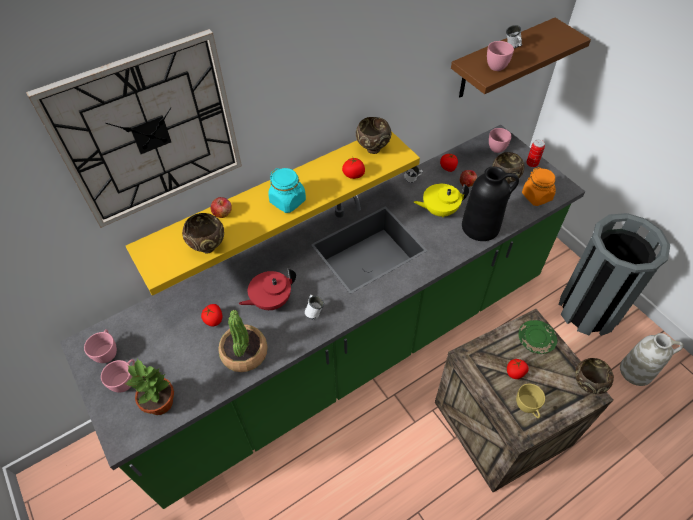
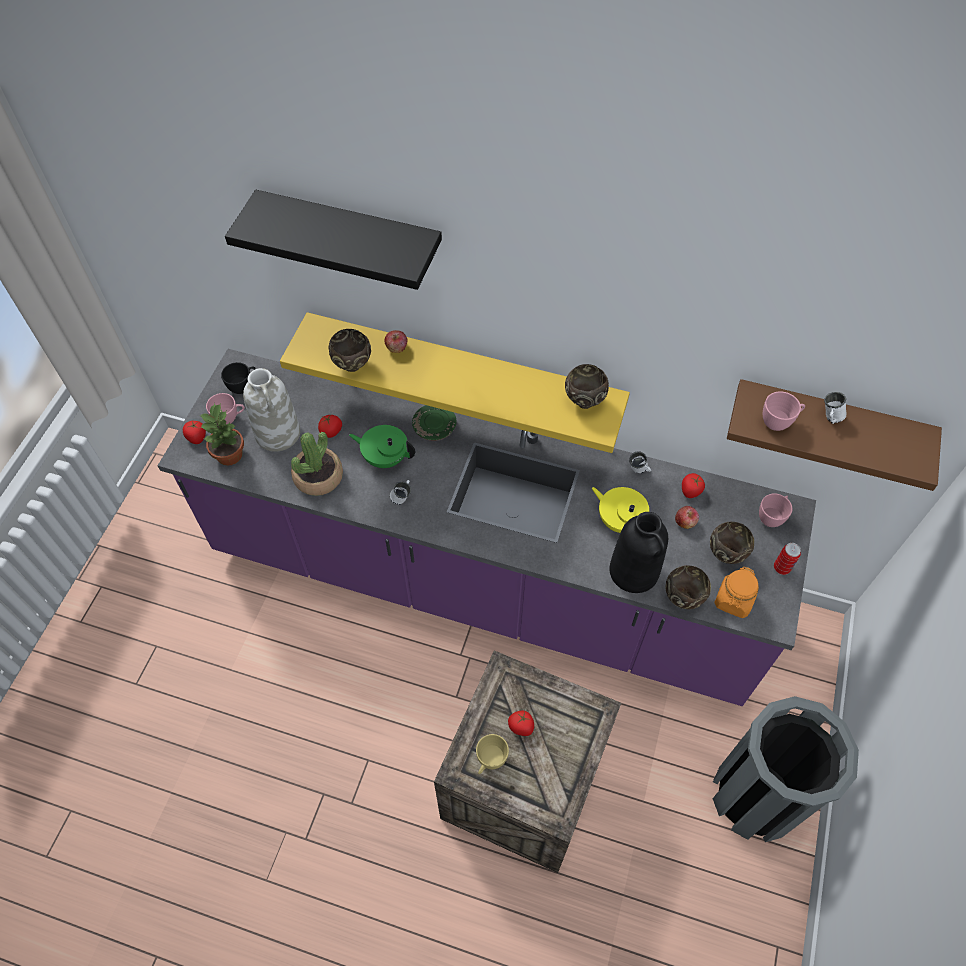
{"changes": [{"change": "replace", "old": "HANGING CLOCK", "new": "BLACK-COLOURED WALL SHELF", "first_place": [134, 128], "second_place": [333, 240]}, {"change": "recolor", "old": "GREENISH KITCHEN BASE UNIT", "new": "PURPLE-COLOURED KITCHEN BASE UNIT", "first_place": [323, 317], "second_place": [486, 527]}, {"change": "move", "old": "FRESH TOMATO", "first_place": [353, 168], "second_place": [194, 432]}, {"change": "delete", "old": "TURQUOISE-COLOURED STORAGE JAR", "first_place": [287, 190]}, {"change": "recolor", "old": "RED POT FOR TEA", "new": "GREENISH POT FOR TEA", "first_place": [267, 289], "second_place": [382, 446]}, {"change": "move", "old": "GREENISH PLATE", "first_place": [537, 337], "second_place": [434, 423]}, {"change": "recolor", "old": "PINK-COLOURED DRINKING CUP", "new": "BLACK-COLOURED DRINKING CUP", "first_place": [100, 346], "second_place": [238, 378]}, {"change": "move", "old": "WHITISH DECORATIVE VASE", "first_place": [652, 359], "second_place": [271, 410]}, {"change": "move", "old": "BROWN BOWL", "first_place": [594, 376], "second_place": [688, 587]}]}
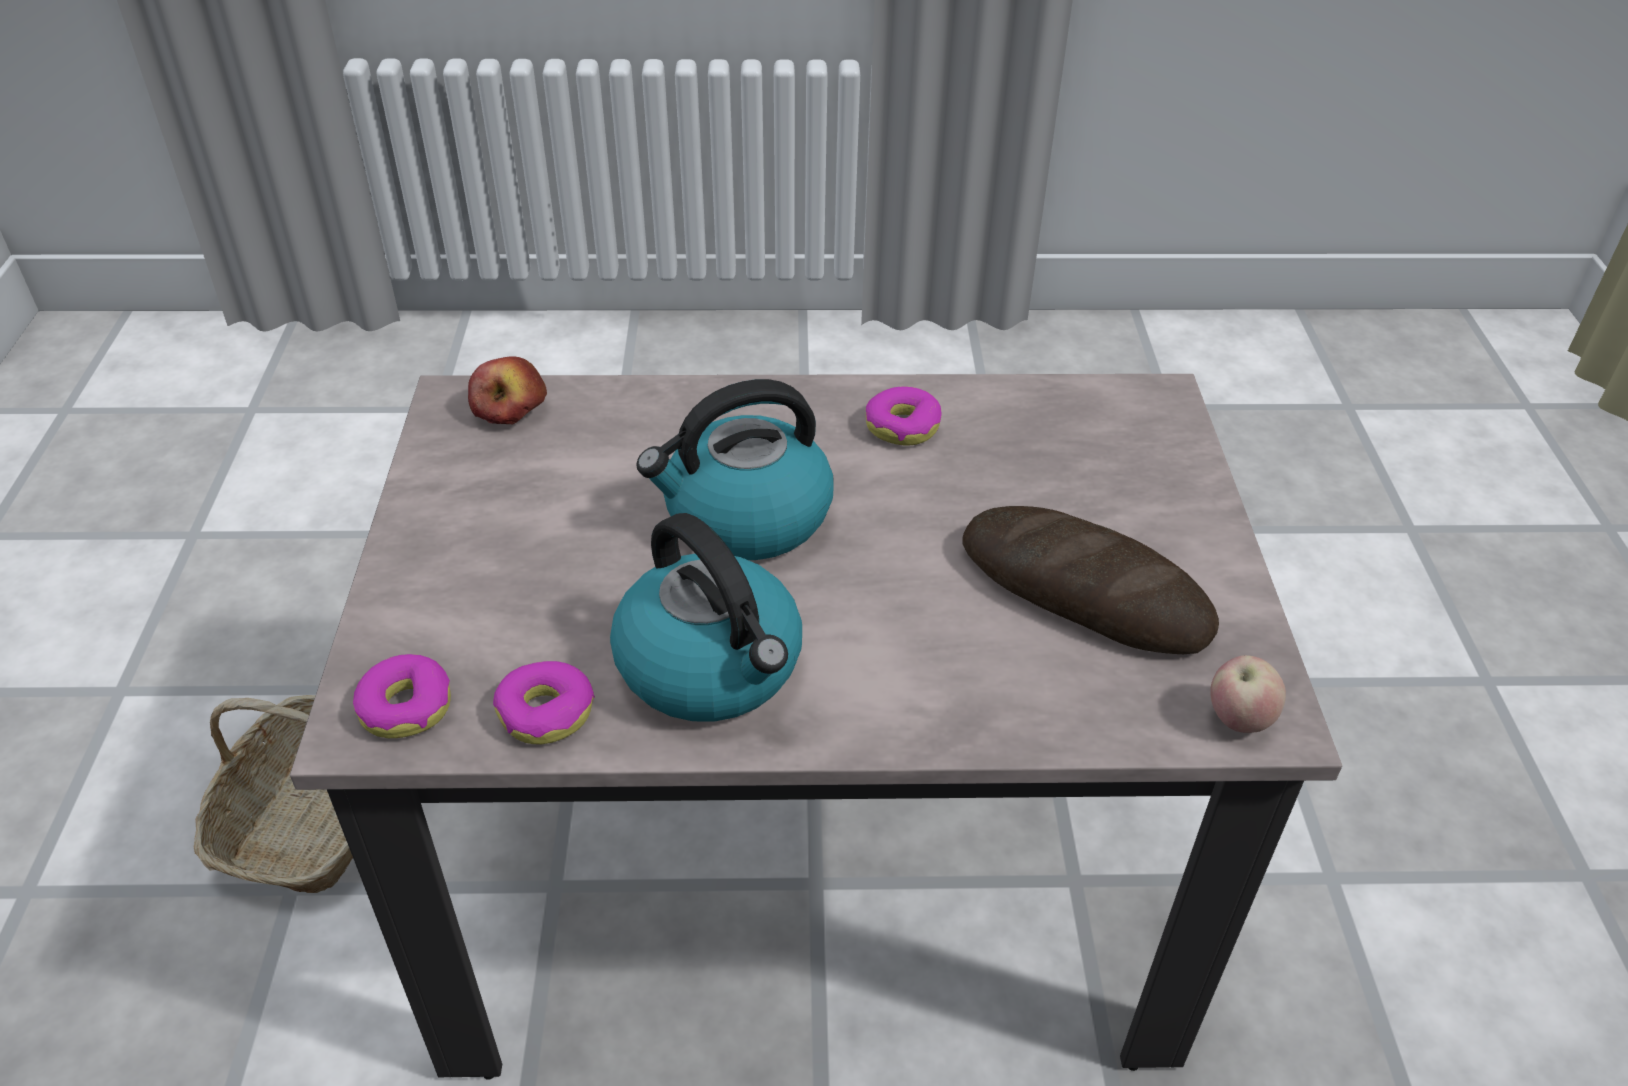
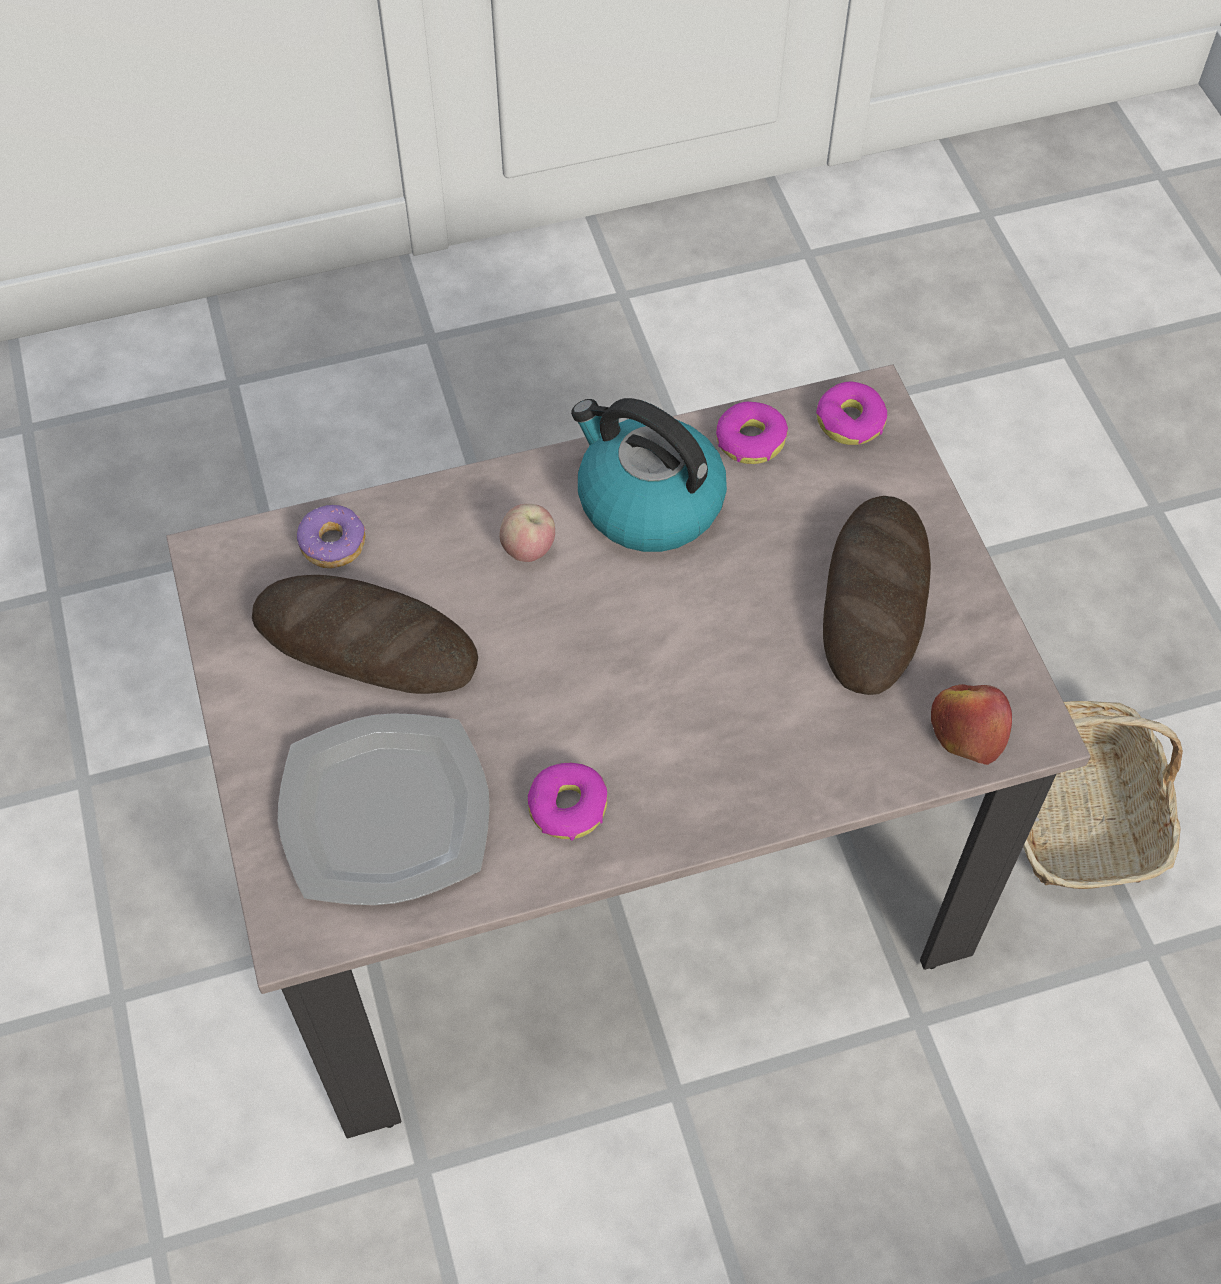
{"changes": [{"change": "delete", "old": "KETTLE", "first_place": [735, 469]}, {"change": "move", "old": "WHOLE APPLE", "first_place": [1248, 694], "second_place": [527, 533]}, {"change": "insert", "new": "BAKERY BREAD", "second_place": [877, 595]}, {"change": "insert", "new": "DONUT", "second_place": [331, 536]}, {"change": "insert", "new": "PLATE", "second_place": [384, 809]}]}
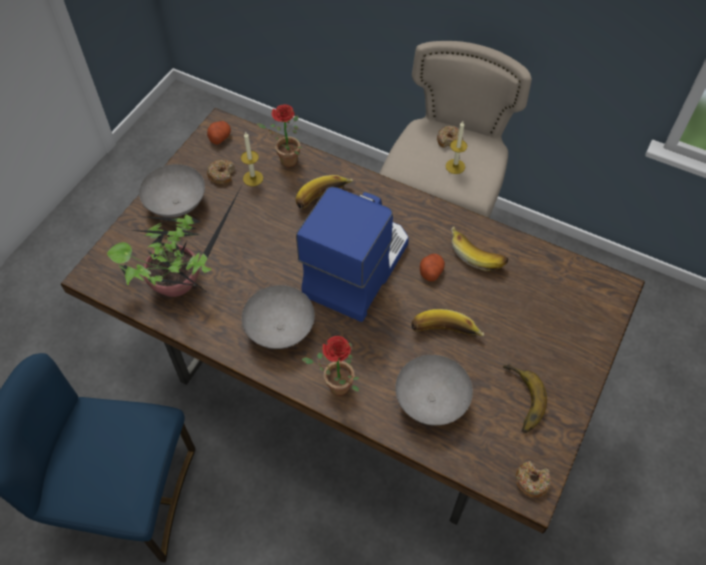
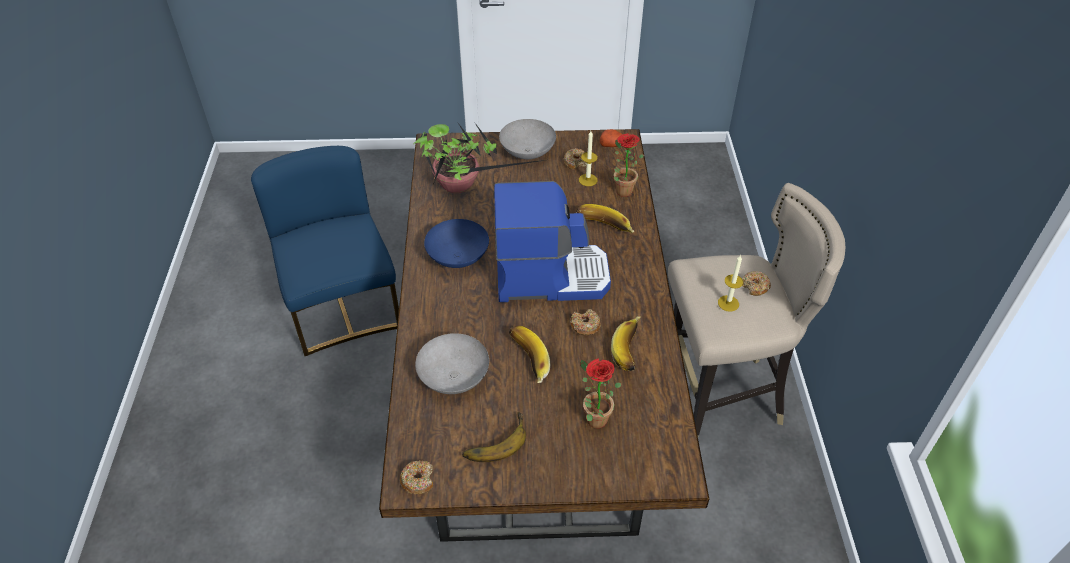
{"changes": [{"change": "replace", "old": "POTATO", "new": "DONUT", "first_place": [432, 267], "second_place": [585, 322]}, {"change": "recolor", "old": "GRAY BOWL", "new": "BLUISH BOWL", "first_place": [278, 317], "second_place": [456, 243]}, {"change": "move", "old": "PLANT IN A POT", "first_place": [330, 365], "second_place": [601, 393]}]}
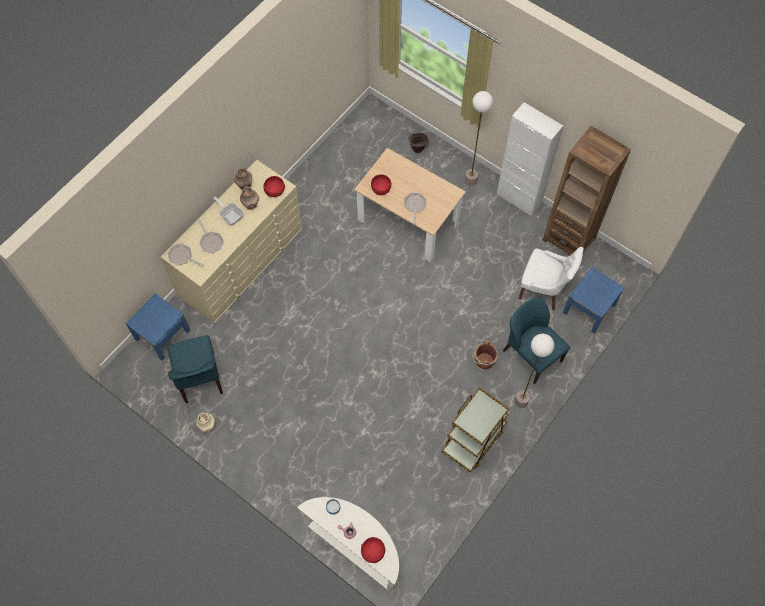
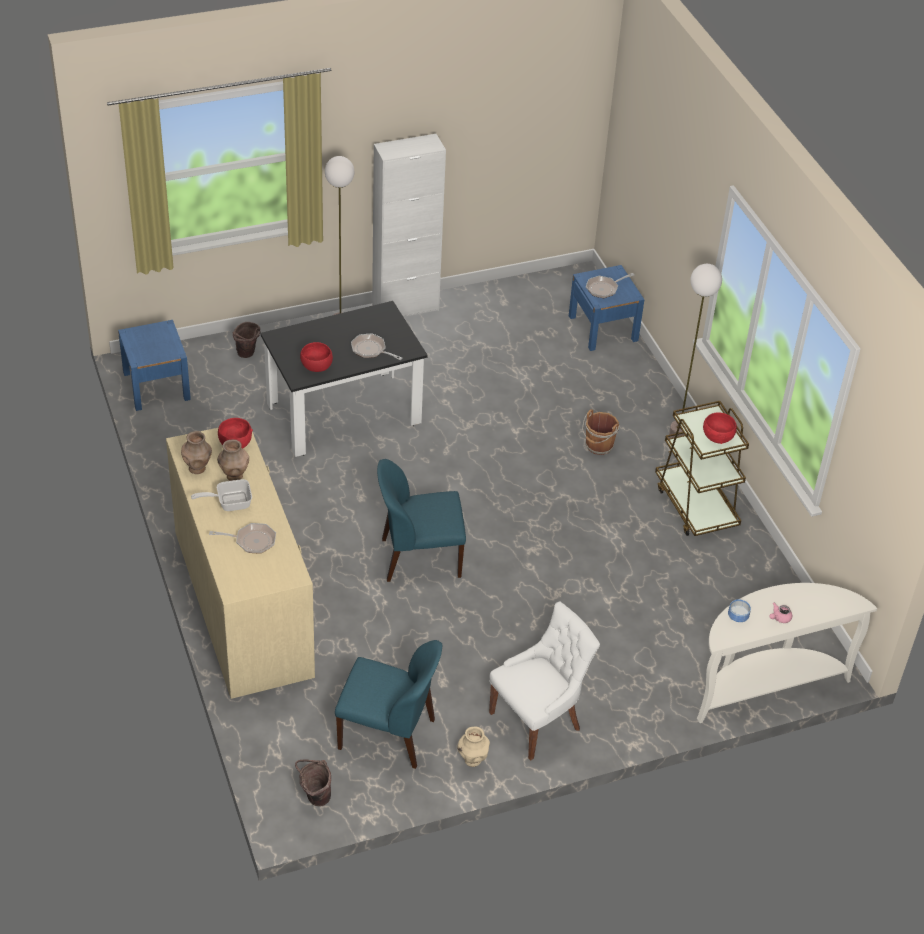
{"changes": [{"change": "delete", "old": "BROWN SHELVING UNIT", "first_place": [587, 190]}, {"change": "recolor", "old": "SAND-COLOURED KITCHEN TABLE", "new": "BLACK-COLOURED KITCHEN TABLE", "first_place": [410, 205], "second_place": [344, 379]}, {"change": "move", "old": "SKILLET", "first_place": [186, 255], "second_place": [610, 285]}, {"change": "move", "old": "WHITISH CHAIR", "first_place": [551, 278], "second_place": [544, 680]}, {"change": "move", "old": "BLUISH NIGHTSTAND", "first_place": [158, 327], "second_place": [154, 365]}, {"change": "move", "old": "BLUISH CHAIR", "first_place": [536, 341], "second_place": [421, 520]}, {"change": "move", "old": "RED BOWL", "first_place": [373, 550], "second_place": [720, 428]}, {"change": "insert", "new": "BROWN BUCKET", "second_place": [313, 782]}]}
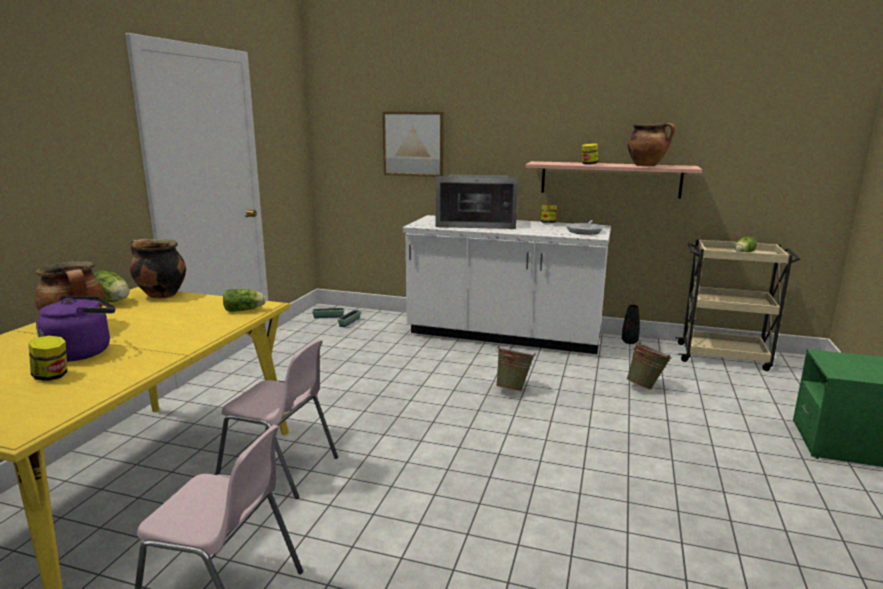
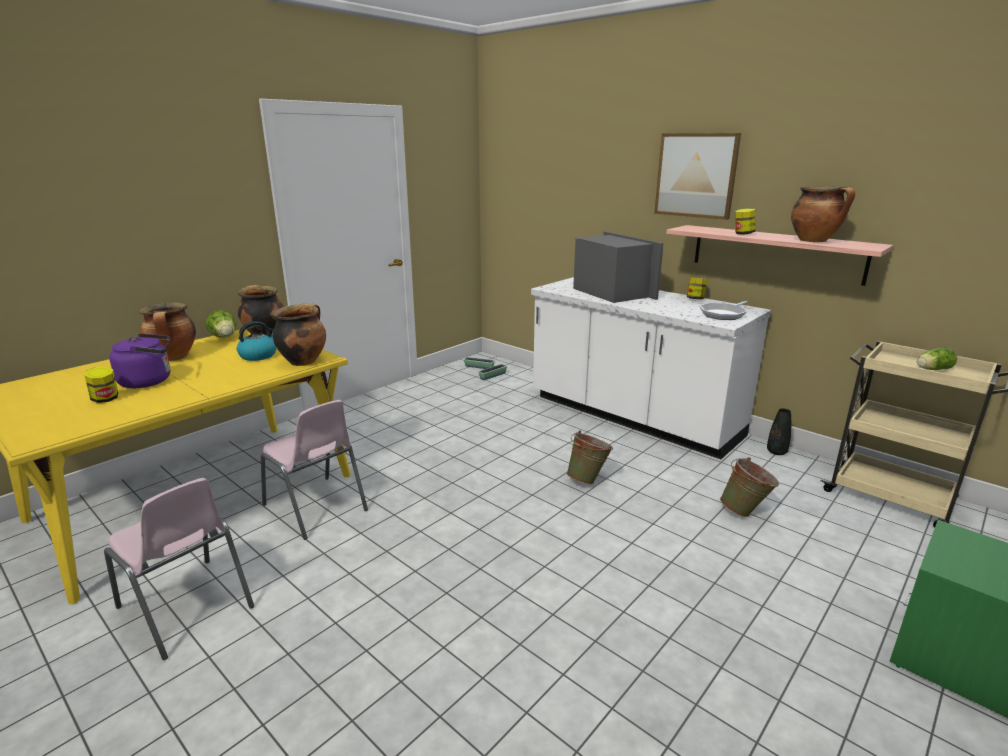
{"changes": [{"change": "move", "old": "WALL ART", "first_place": [413, 144], "second_place": [697, 176]}, {"change": "rotate", "old": "KITCHEN MICROWAVE", "first_place": [477, 201], "second_place": [618, 267], "degrees": -150}, {"change": "replace", "old": "HEAD OF LETTUCE", "new": "SAUCEPOT", "first_place": [244, 300], "second_place": [299, 334]}, {"change": "insert", "new": "KETTLE", "second_place": [256, 341]}]}
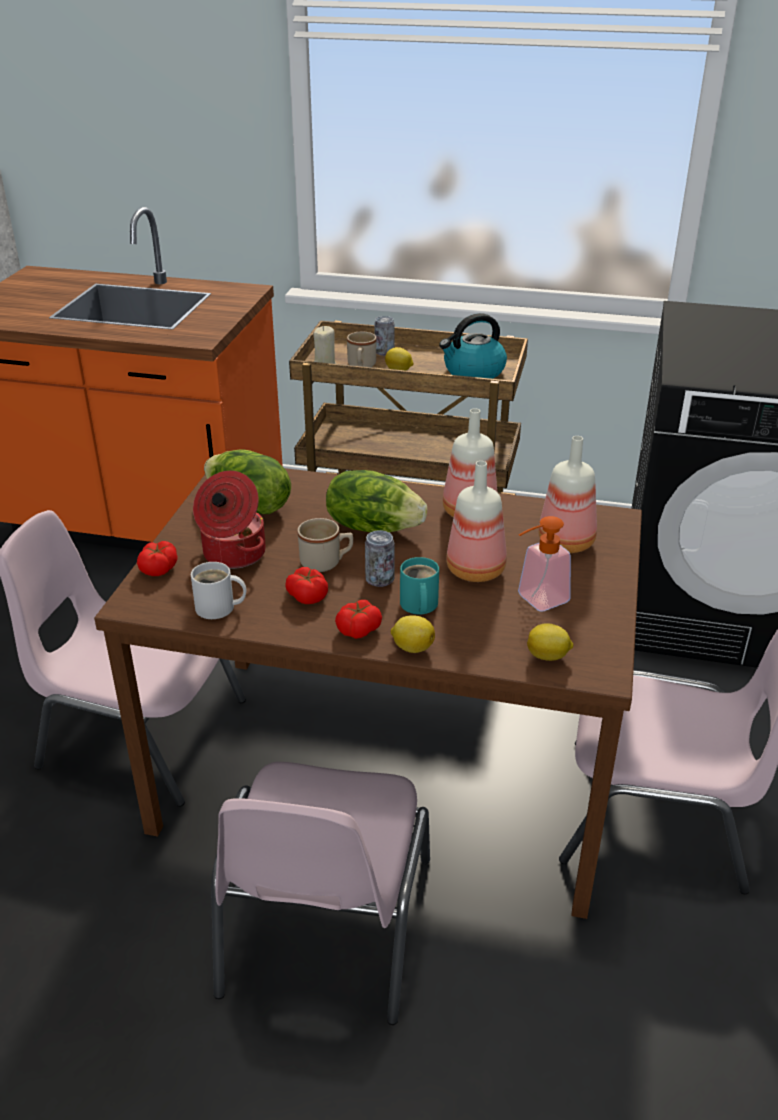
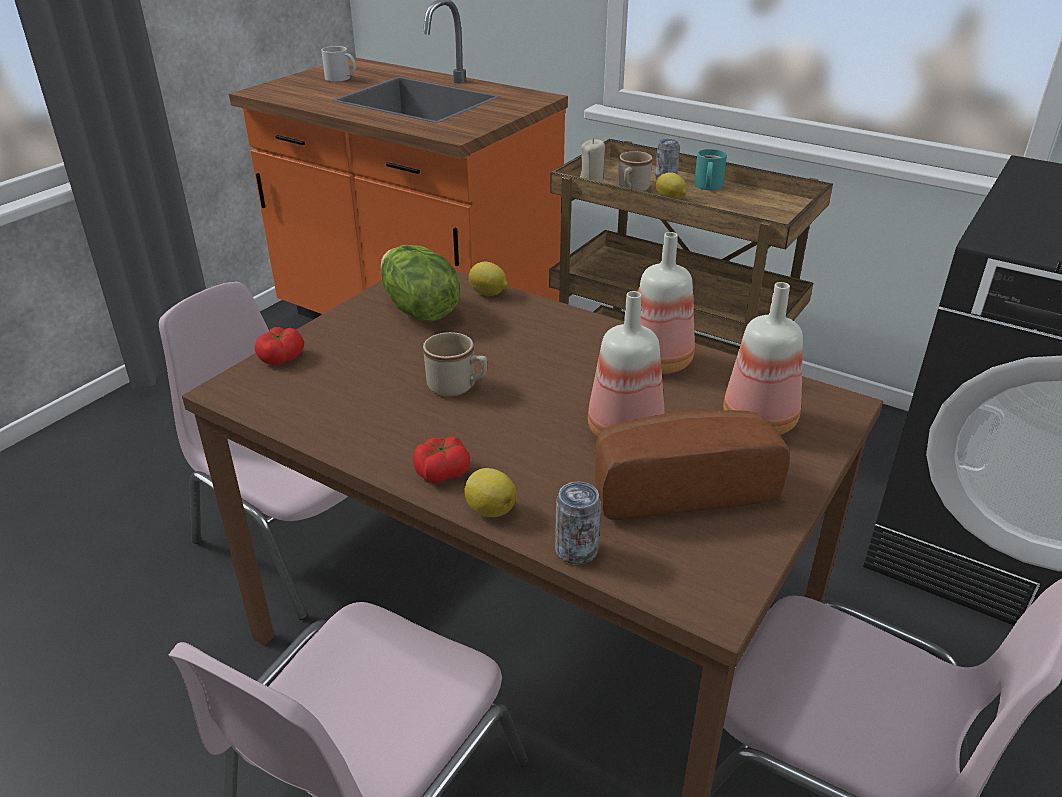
{"changes": [{"change": "delete", "old": "KETTLE", "first_place": [473, 346]}, {"change": "delete", "old": "HEAD OF LETTUCE", "first_place": [376, 501]}, {"change": "delete", "old": "SAUCEPOT", "first_place": [229, 520]}, {"change": "replace", "old": "SOAP DISPENSER", "new": "BAKERY BREAD", "first_place": [544, 564], "second_place": [692, 465]}, {"change": "move", "old": "CAN", "first_place": [380, 558], "second_place": [578, 523]}, {"change": "move", "old": "TURQUOISE-COLOURED TEA MUG", "first_place": [419, 585], "second_place": [710, 169]}, {"change": "move", "old": "WHITISH TEA MUG", "first_place": [218, 590], "second_place": [338, 64]}, {"change": "delete", "old": "FRESH TOMATO", "first_place": [306, 585]}, {"change": "move", "old": "WHOLE LEMON", "first_place": [550, 642], "second_place": [488, 279]}]}
